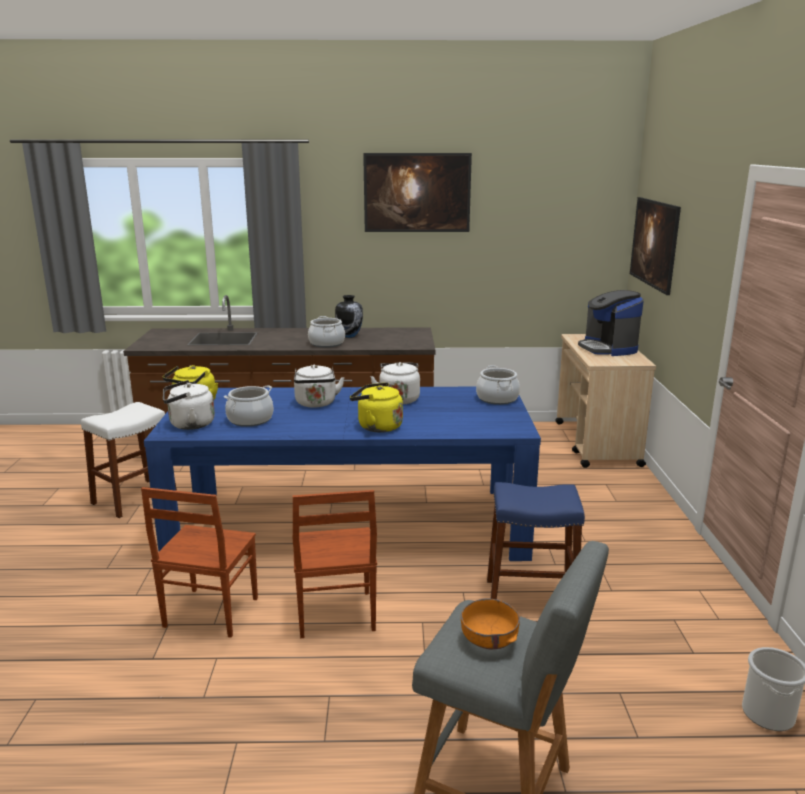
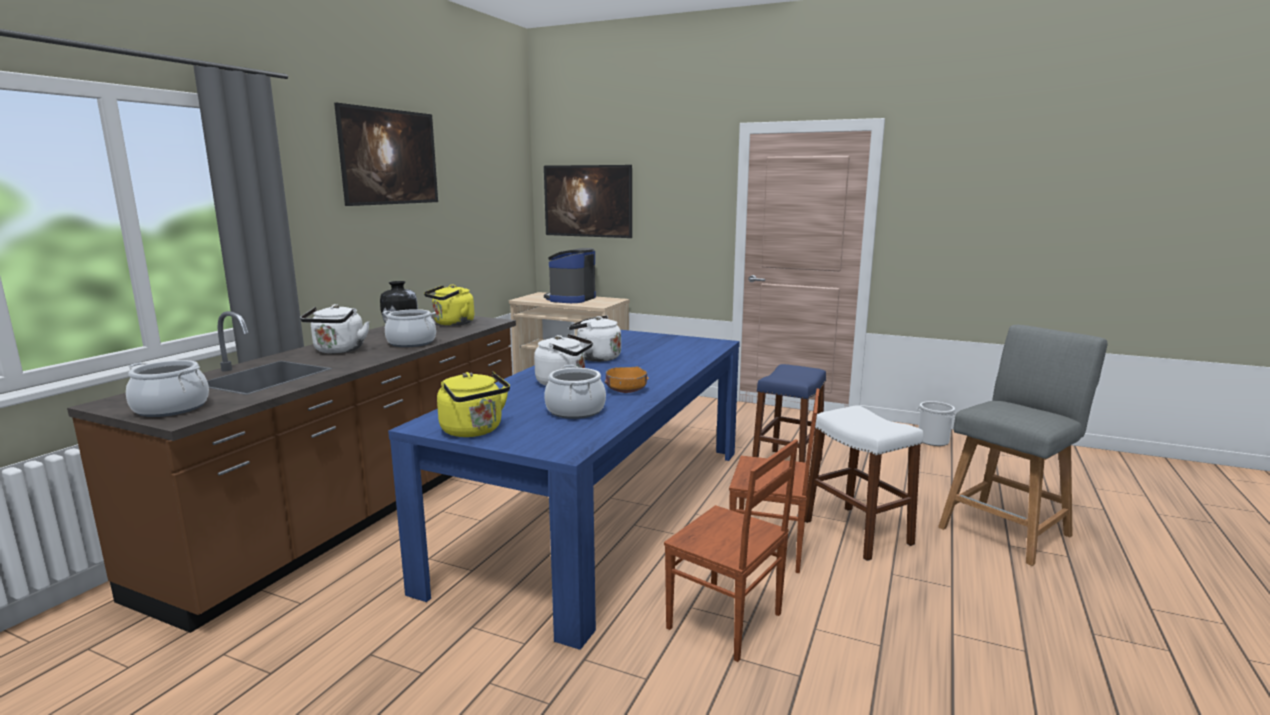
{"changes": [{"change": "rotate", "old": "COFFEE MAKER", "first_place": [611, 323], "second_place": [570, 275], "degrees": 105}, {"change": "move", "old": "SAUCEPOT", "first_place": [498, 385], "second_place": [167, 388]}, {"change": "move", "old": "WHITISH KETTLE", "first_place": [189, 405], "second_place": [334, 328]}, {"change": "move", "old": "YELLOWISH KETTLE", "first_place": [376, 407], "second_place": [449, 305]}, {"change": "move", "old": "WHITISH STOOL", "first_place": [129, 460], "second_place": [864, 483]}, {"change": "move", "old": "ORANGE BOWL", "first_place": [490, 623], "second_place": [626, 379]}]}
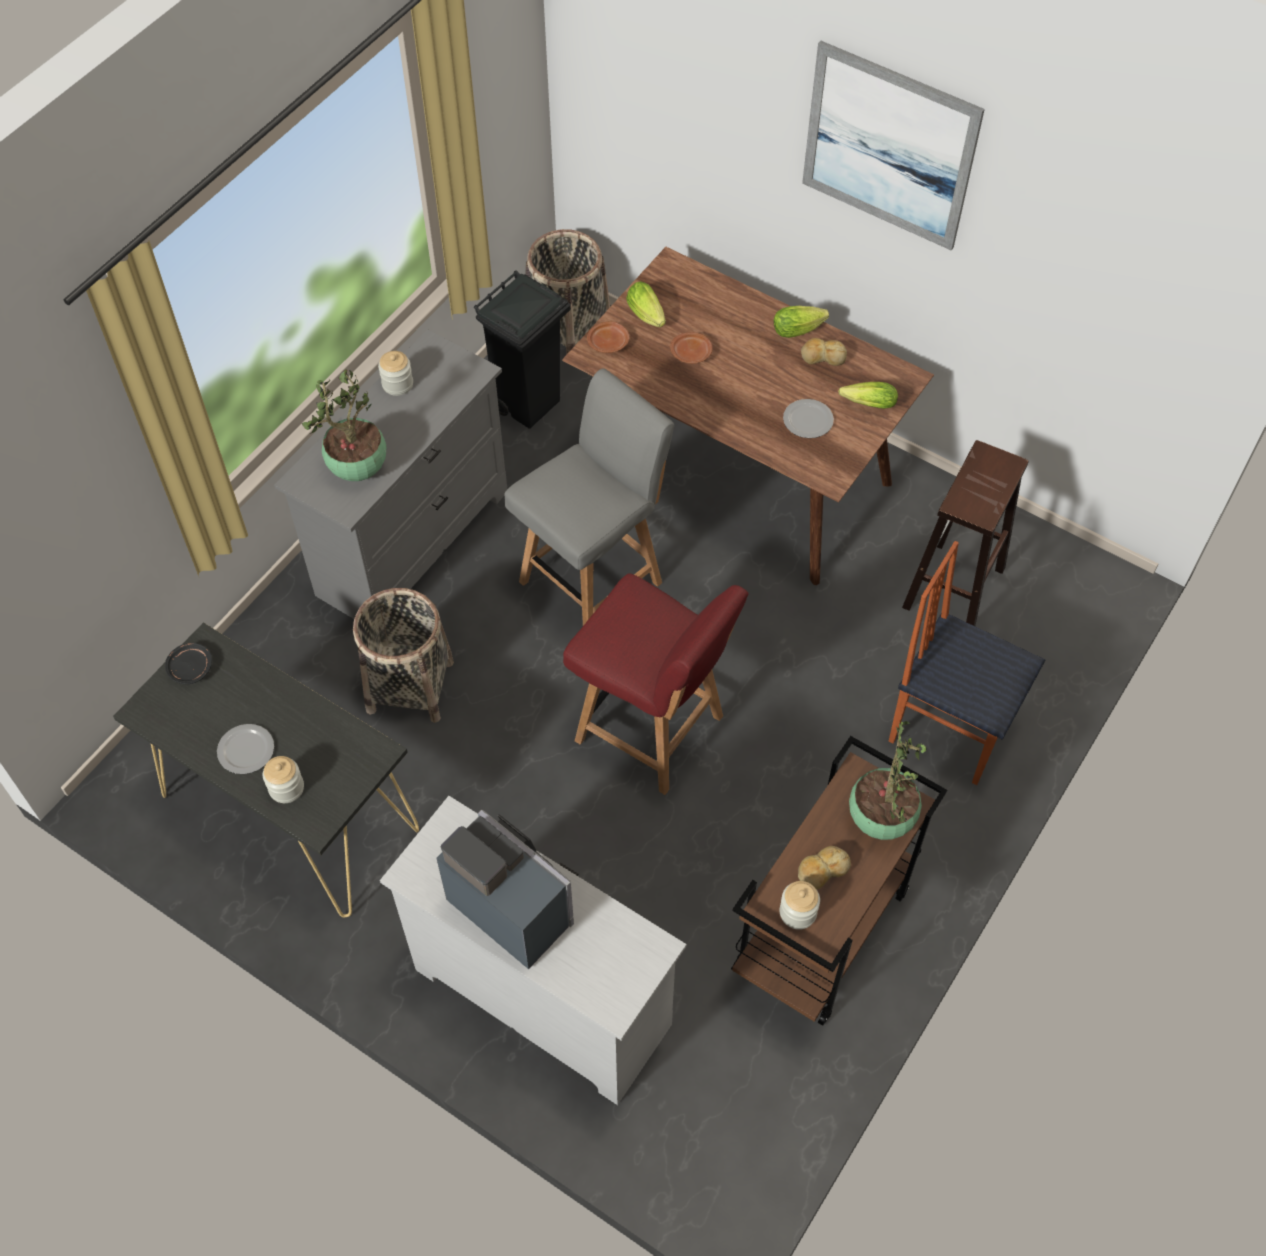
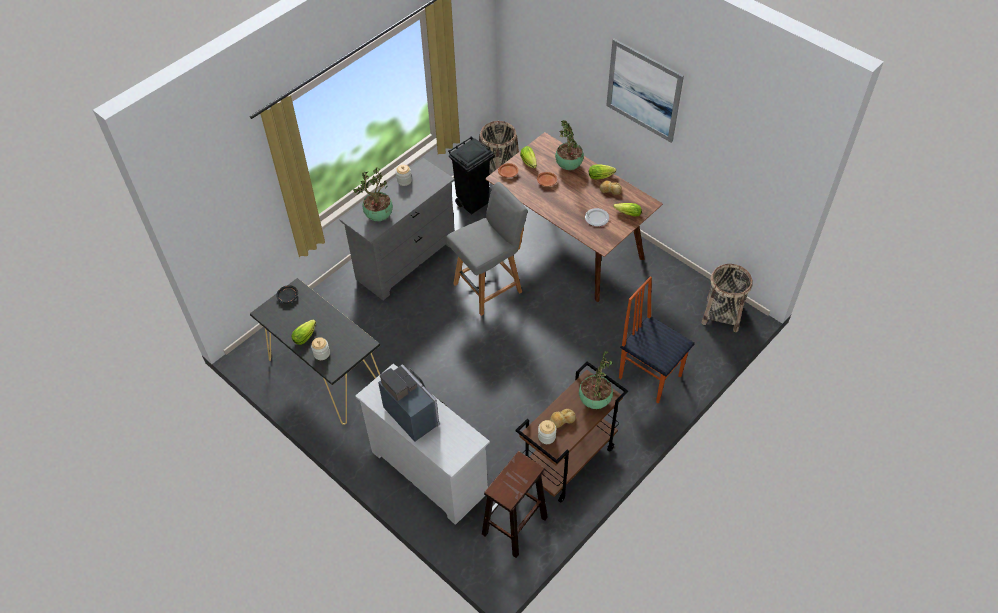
{"changes": [{"change": "move", "old": "BROWN STOOL", "first_place": [965, 533], "second_place": [515, 504]}, {"change": "delete", "old": "RED CHAIR", "first_place": [655, 684]}, {"change": "move", "old": "STORAGE BASKET", "first_place": [403, 655], "second_place": [727, 298]}, {"change": "replace", "old": "PLATE", "new": "HEAD OF LETTUCE", "first_place": [245, 749], "second_place": [303, 332]}, {"change": "insert", "new": "PLANT IN A POT", "second_place": [569, 145]}]}
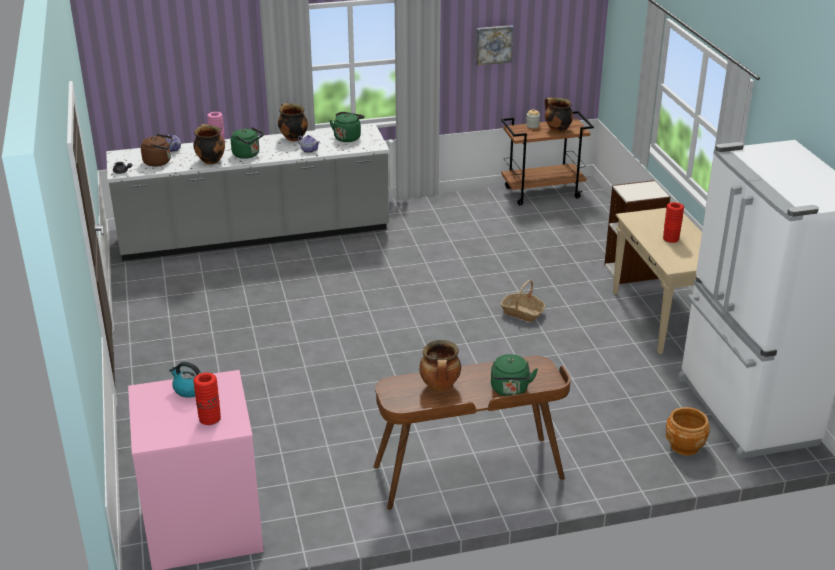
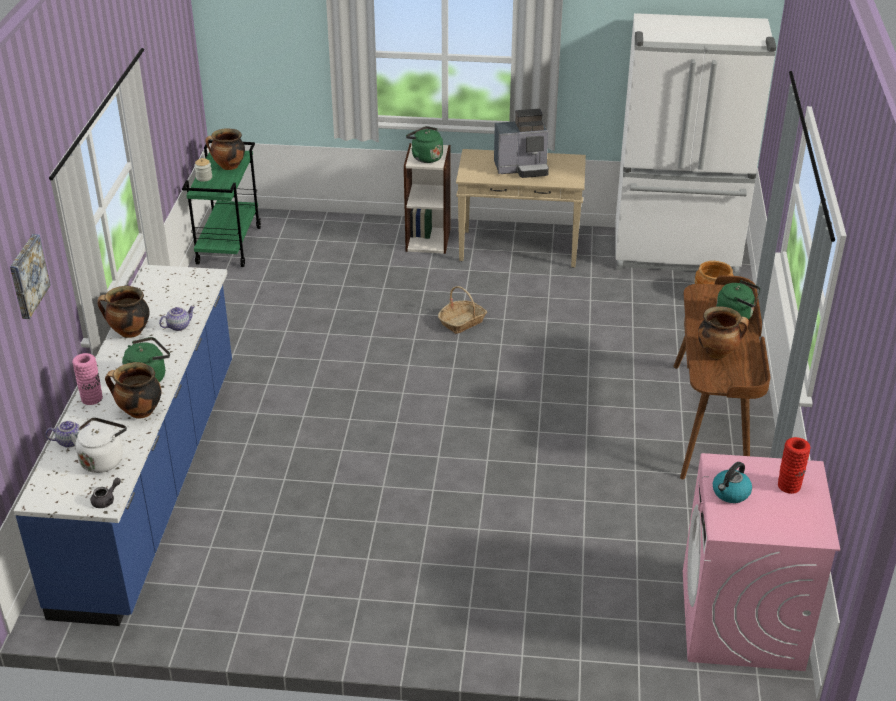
{"changes": [{"change": "move", "old": "WALL ART", "first_place": [495, 45], "second_place": [30, 276]}, {"change": "recolor", "old": "BROWN WHEELED CART", "new": "GREENISH WHEELED CART", "first_place": [547, 158], "second_place": [221, 203]}, {"change": "move", "old": "GREENISH KETTLE", "first_place": [346, 127], "second_place": [424, 144]}, {"change": "recolor", "old": "GRAY KITCHEN BASE UNIT", "new": "BLUISH KITCHEN BASE UNIT", "first_place": [247, 192], "second_place": [123, 445]}, {"change": "recolor", "old": "BROWN KETTLE", "new": "WHITISH KETTLE", "first_place": [157, 150], "second_place": [98, 445]}, {"change": "replace", "old": "RED DECORATIVE VASE", "new": "COFFEE MAKER", "first_place": [673, 222], "second_place": [521, 143]}]}
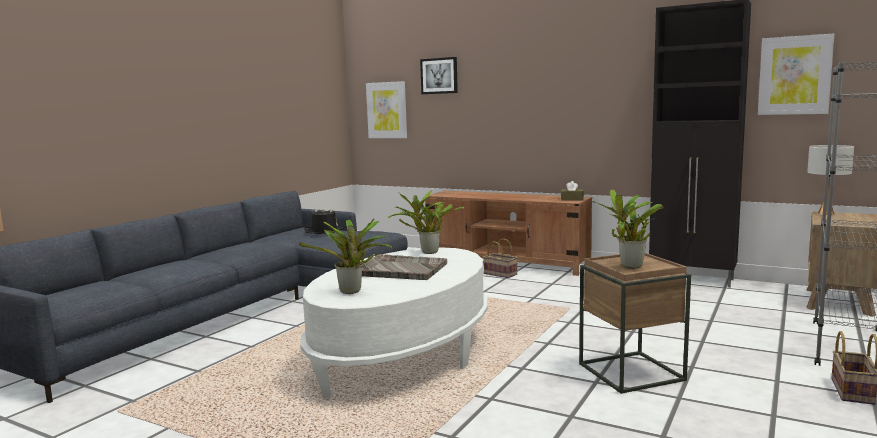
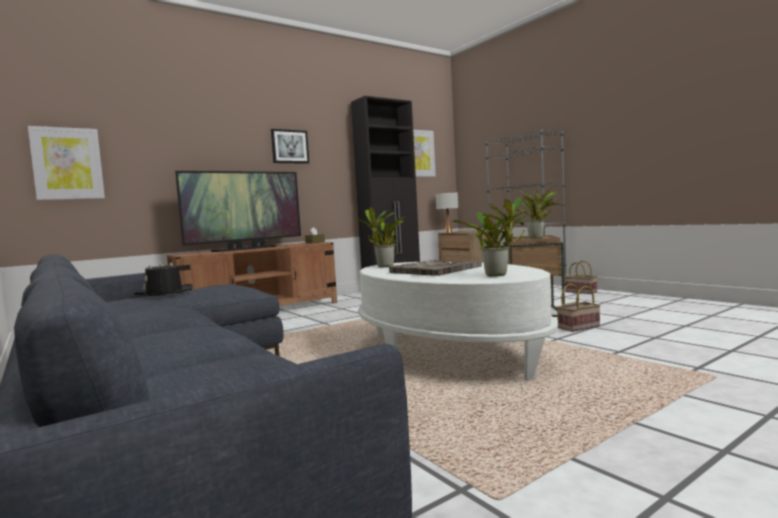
{"changes": [{"change": "move", "old": "WALL ART", "first_place": [439, 75], "second_place": [290, 146]}, {"change": "move", "old": "STORAGE BASKET", "first_place": [500, 258], "second_place": [578, 308]}, {"change": "insert", "new": "TV SET", "second_place": [238, 211]}]}
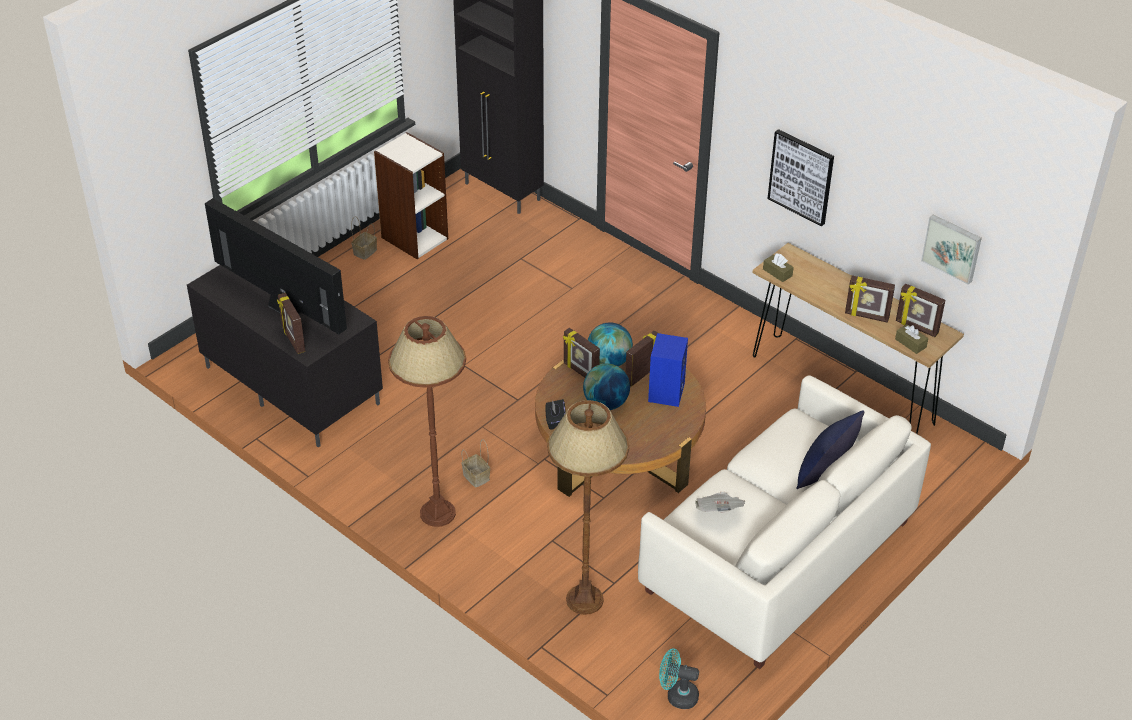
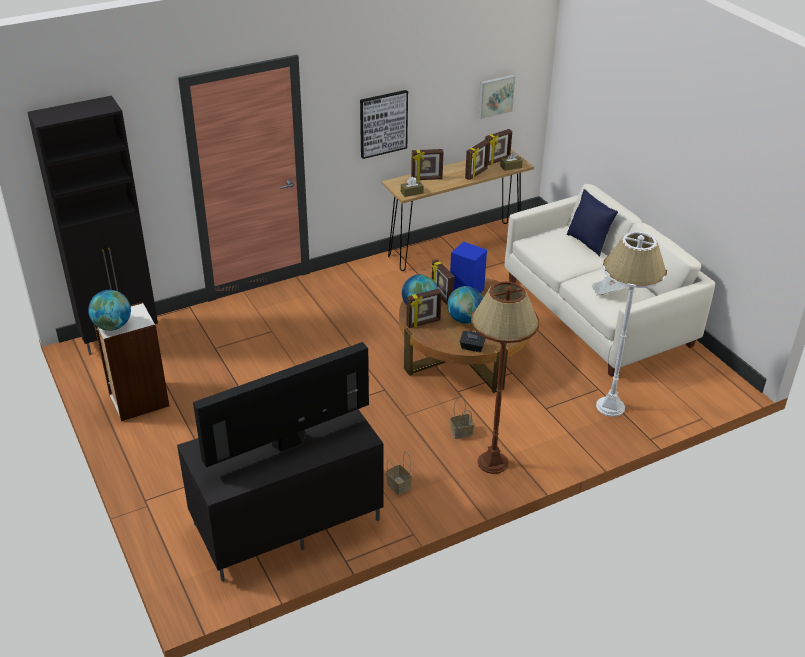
{"changes": [{"change": "move", "old": "STORAGE BASKET", "first_place": [364, 238], "second_place": [399, 473]}, {"change": "move", "old": "STANDING FRAME", "first_place": [291, 323], "second_place": [427, 165]}, {"change": "recolor", "old": "BROWN FLOOR LAMP", "new": "WHITISH FLOOR LAMP", "first_place": [588, 507], "second_place": [631, 324]}, {"change": "delete", "old": "TURQUOISE-COLOURED FAN", "first_place": [679, 678]}, {"change": "insert", "new": "WORLD GLOBE", "second_place": [109, 310]}]}
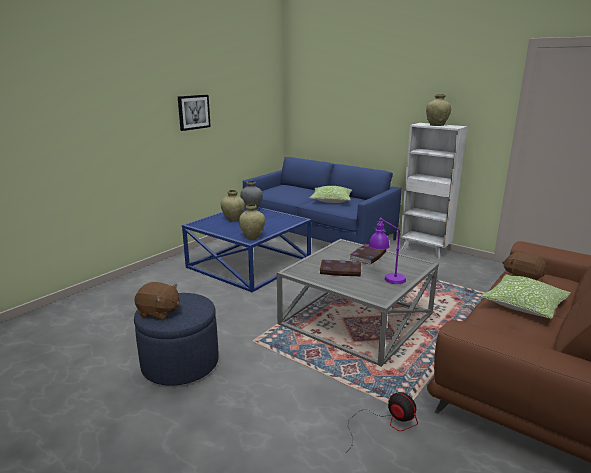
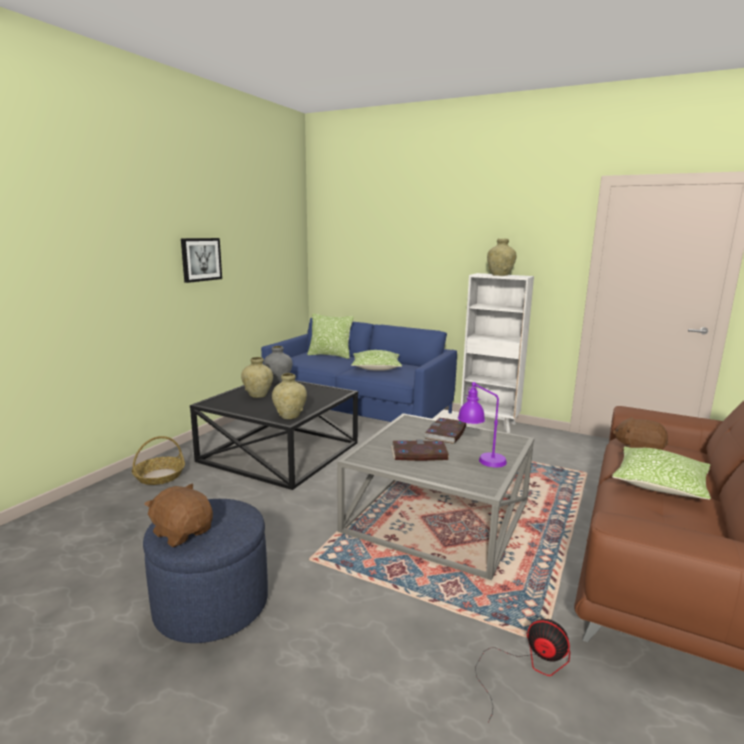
{"changes": [{"change": "recolor", "old": "BLUISH LOUNGE TABLE", "new": "BLACK-COLOURED LOUNGE TABLE", "first_place": [247, 249], "second_place": [274, 435]}, {"change": "rotate", "old": "BROWN SOFT TOY", "first_place": [157, 301], "second_place": [178, 515], "degrees": -150}, {"change": "insert", "new": "CUSHION", "second_place": [330, 336]}, {"change": "insert", "new": "STORAGE BASKET", "second_place": [158, 460]}]}
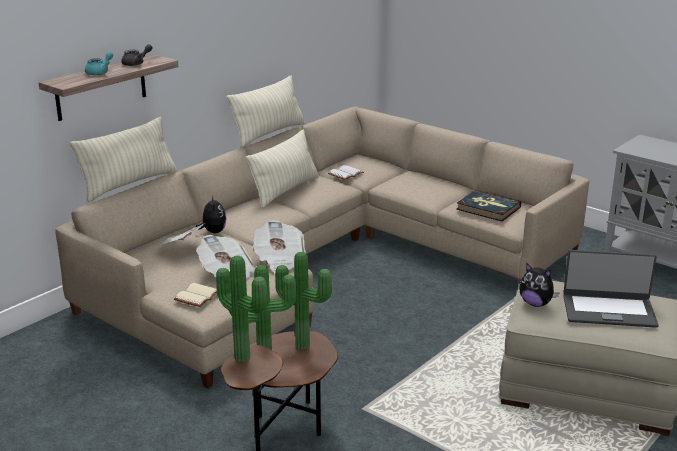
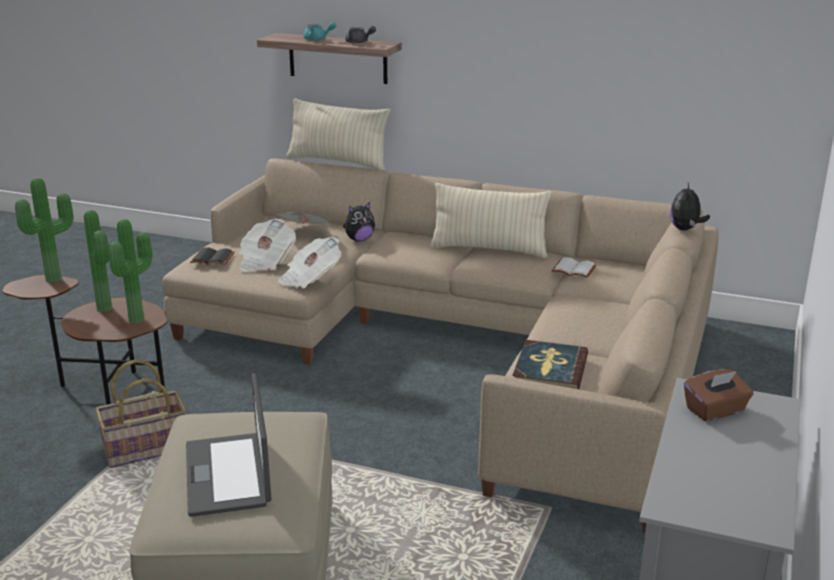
{"changes": [{"change": "delete", "old": "SAND-COLOURED CUSHION", "first_place": [265, 111]}, {"change": "move", "old": "SOFT TOY", "first_place": [539, 285], "second_place": [690, 206]}, {"change": "recolor", "old": "SAND-COLOURED VOLUME", "new": "BLACK-COLOURED VOLUME", "first_place": [195, 295], "second_place": [212, 256]}, {"change": "insert", "new": "STORAGE BASKET", "second_place": [141, 413]}, {"change": "insert", "new": "BROWN TISSUE HOLDER", "second_place": [718, 395]}]}
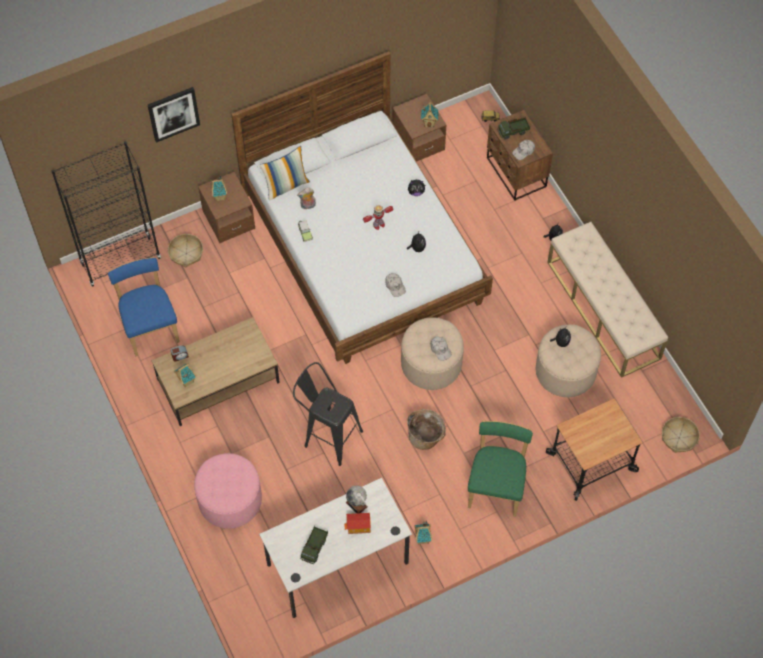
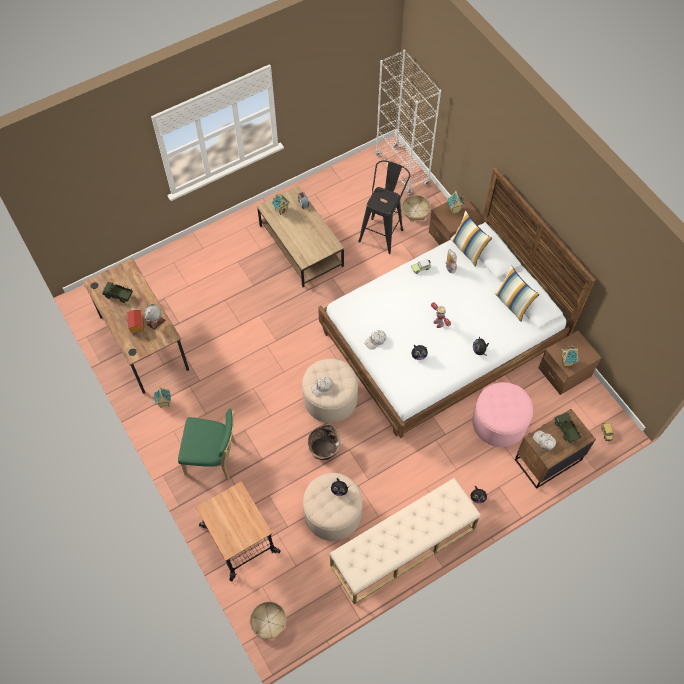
{"changes": [{"change": "delete", "old": "WALL ART", "first_place": [174, 115]}, {"change": "recolor", "old": "BLACK-COLOURED SHELVING UNIT", "new": "WHITISH SHELVING UNIT", "first_place": [106, 214], "second_place": [408, 122]}, {"change": "delete", "old": "BLUISH CHAIR", "first_place": [144, 306]}, {"change": "move", "old": "BLACK-COLOURED STOOL", "first_place": [328, 414], "second_place": [384, 207]}, {"change": "move", "old": "STORAGE BASKET", "first_place": [426, 429], "second_place": [324, 442]}, {"change": "move", "old": "PINK-COLOURED POUFFE", "first_place": [228, 491], "second_place": [502, 414]}, {"change": "recolor", "old": "WHITISH DESK TABLE", "new": "BROWN DESK TABLE", "first_place": [335, 548], "second_place": [136, 326]}, {"change": "insert", "new": "CUSHION", "second_place": [517, 293]}]}
